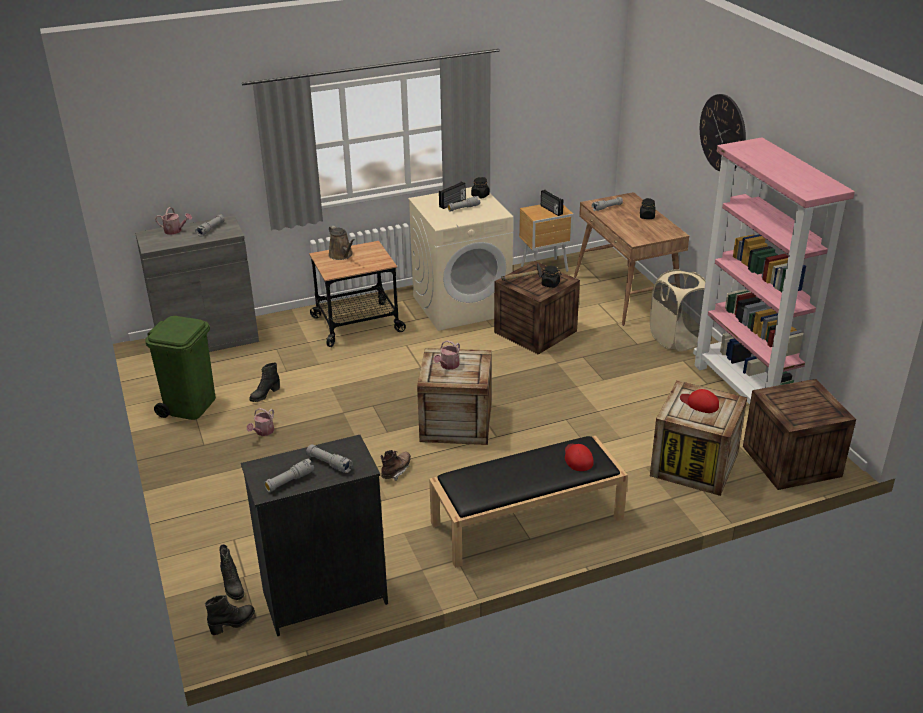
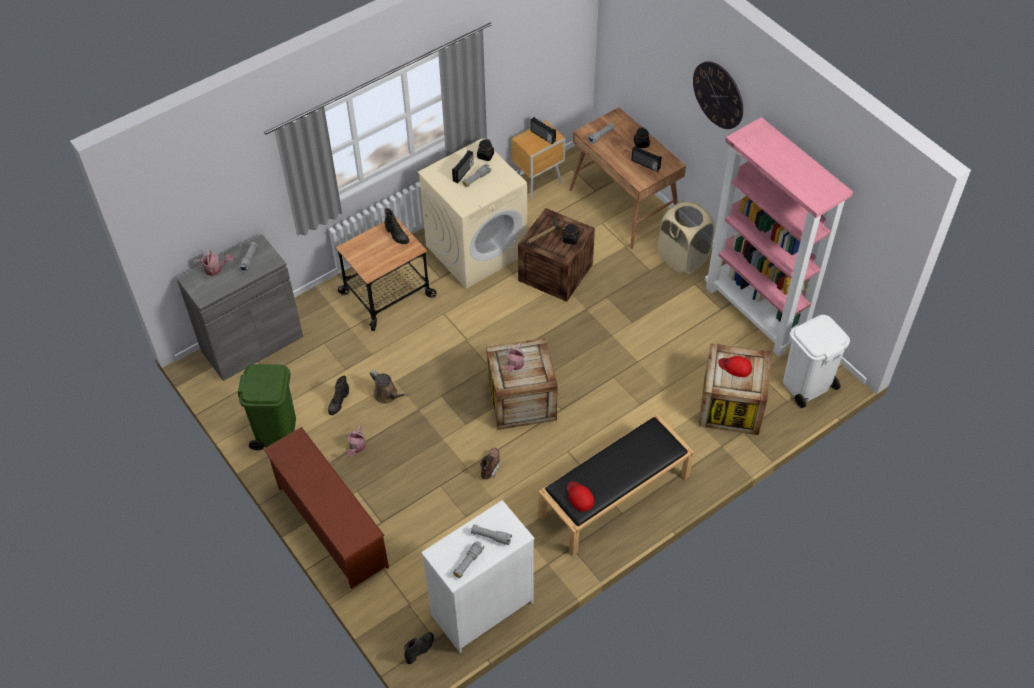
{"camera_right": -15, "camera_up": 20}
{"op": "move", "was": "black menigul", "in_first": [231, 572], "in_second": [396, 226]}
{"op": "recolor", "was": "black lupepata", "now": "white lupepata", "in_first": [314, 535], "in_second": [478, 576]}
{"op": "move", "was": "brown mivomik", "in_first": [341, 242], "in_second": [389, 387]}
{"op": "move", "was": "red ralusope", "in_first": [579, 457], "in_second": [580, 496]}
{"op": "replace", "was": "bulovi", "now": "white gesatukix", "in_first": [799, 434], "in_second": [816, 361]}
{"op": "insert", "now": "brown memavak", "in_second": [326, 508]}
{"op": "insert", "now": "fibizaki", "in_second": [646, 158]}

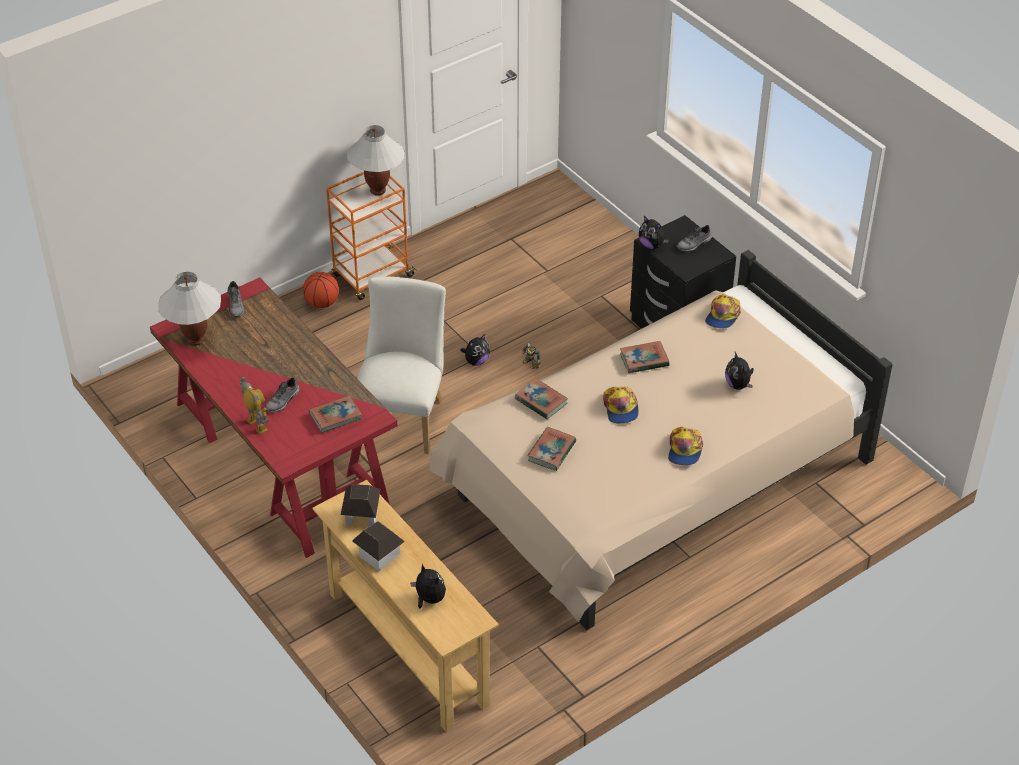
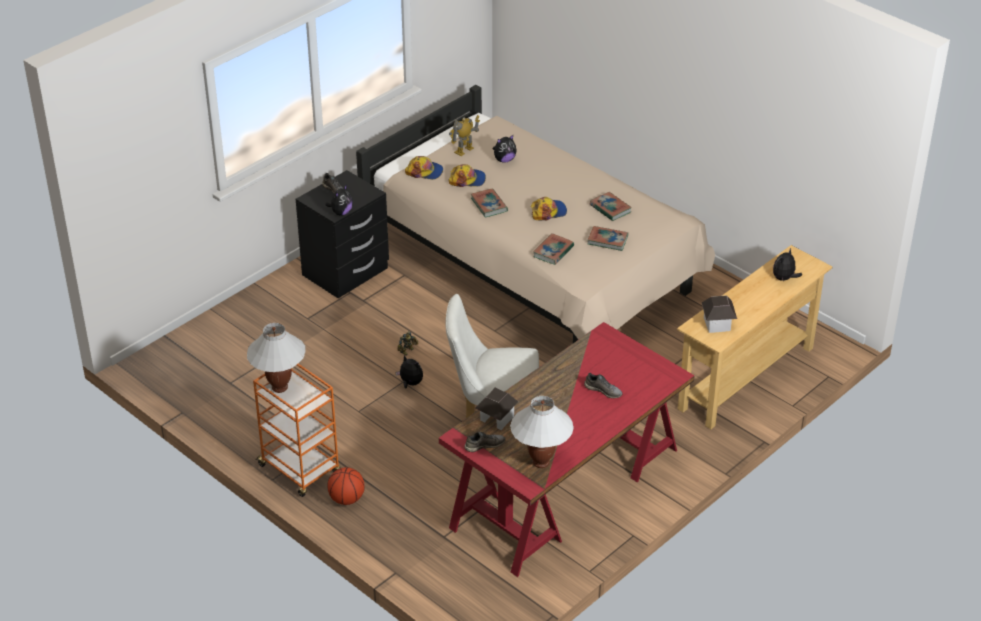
{"camera_right": -100, "camera_up": -5}
{"op": "move", "was": "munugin", "in_first": [254, 405], "in_second": [464, 135]}
{"op": "move", "was": "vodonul", "in_first": [335, 414], "in_second": [611, 206]}
{"op": "move", "was": "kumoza", "in_first": [378, 546], "in_second": [497, 409]}
{"op": "move", "was": "ralusope", "in_first": [685, 446], "in_second": [467, 175]}

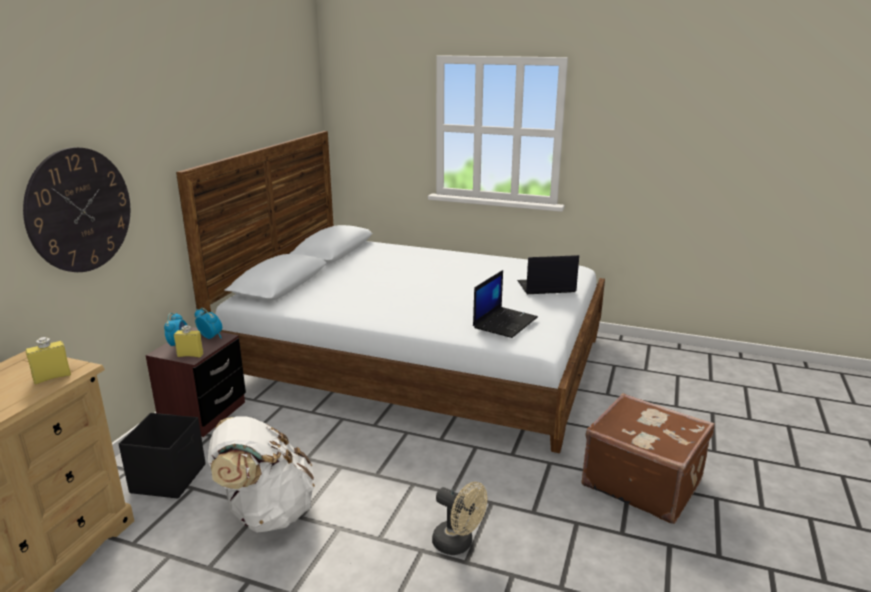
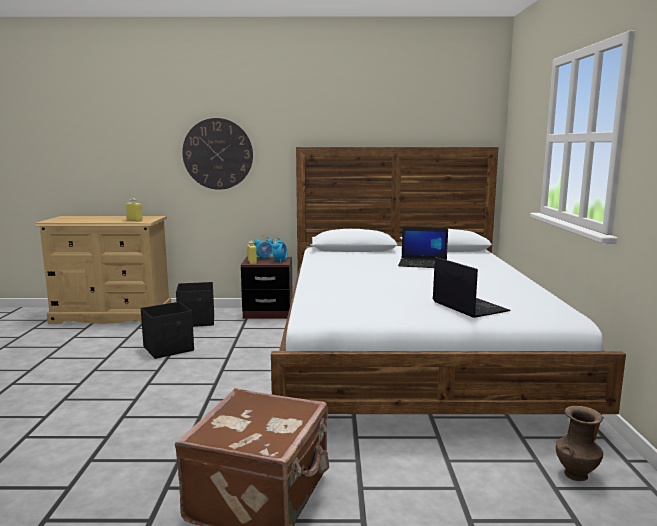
{"camera_right": 70, "camera_up": -10}
{"op": "replace", "was": "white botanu", "now": "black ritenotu", "in_first": [261, 474], "in_second": [167, 330]}
{"op": "delete", "was": "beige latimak", "in_first": [459, 518]}
{"op": "move", "was": "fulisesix", "in_first": [505, 304], "in_second": [423, 247]}
{"op": "insert", "now": "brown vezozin", "in_second": [579, 443]}

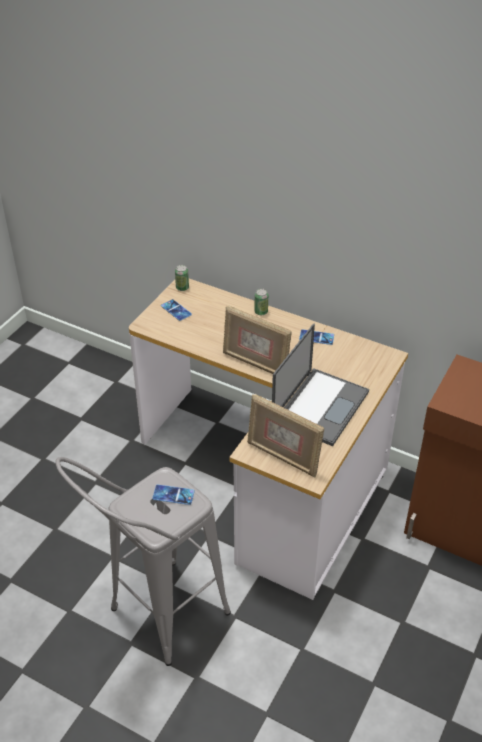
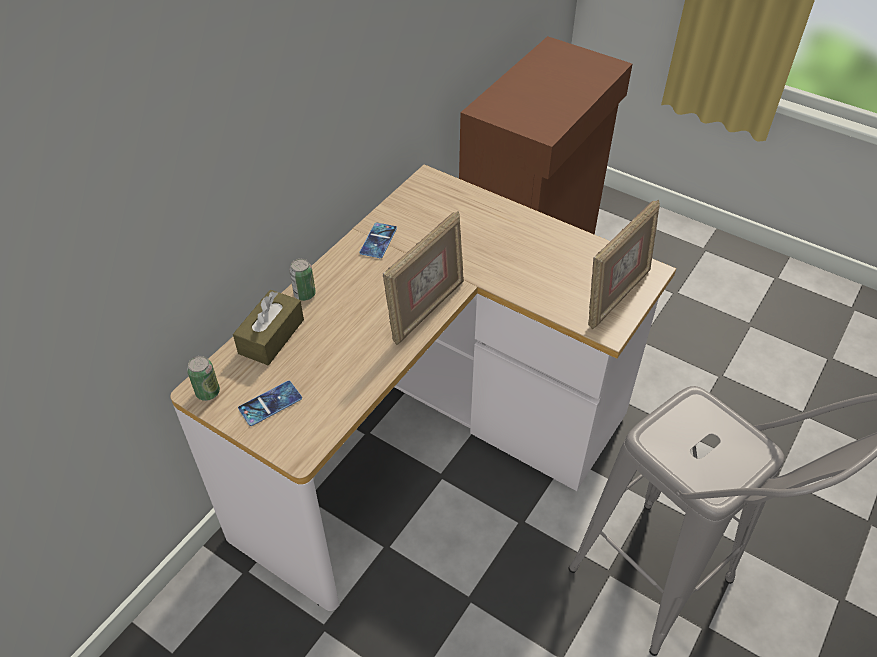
{"camera_right": -85, "camera_up": 5}
{"op": "delete", "was": "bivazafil", "in_first": [173, 495]}
{"op": "delete", "was": "fulisesix", "in_first": [320, 384]}
{"op": "insert", "now": "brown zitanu", "in_second": [268, 327]}

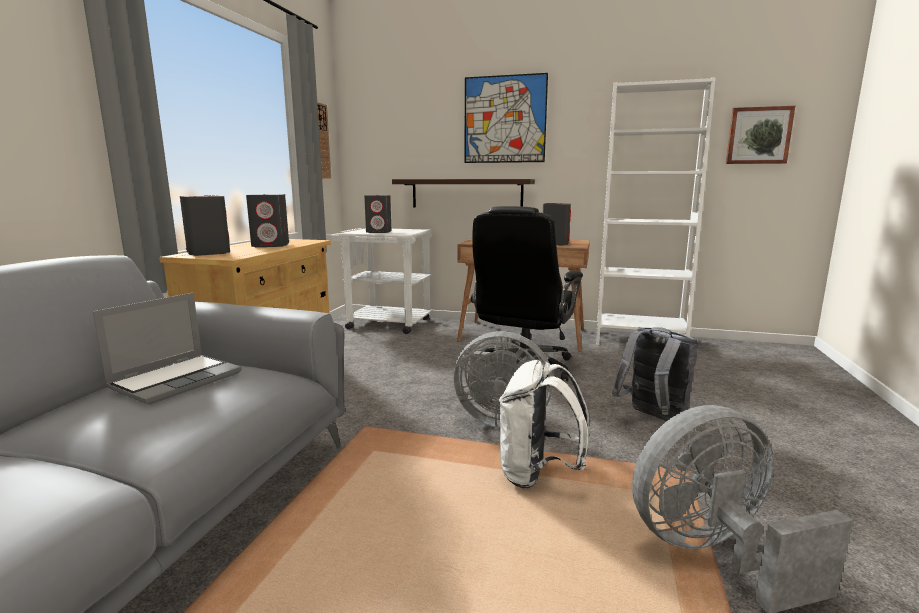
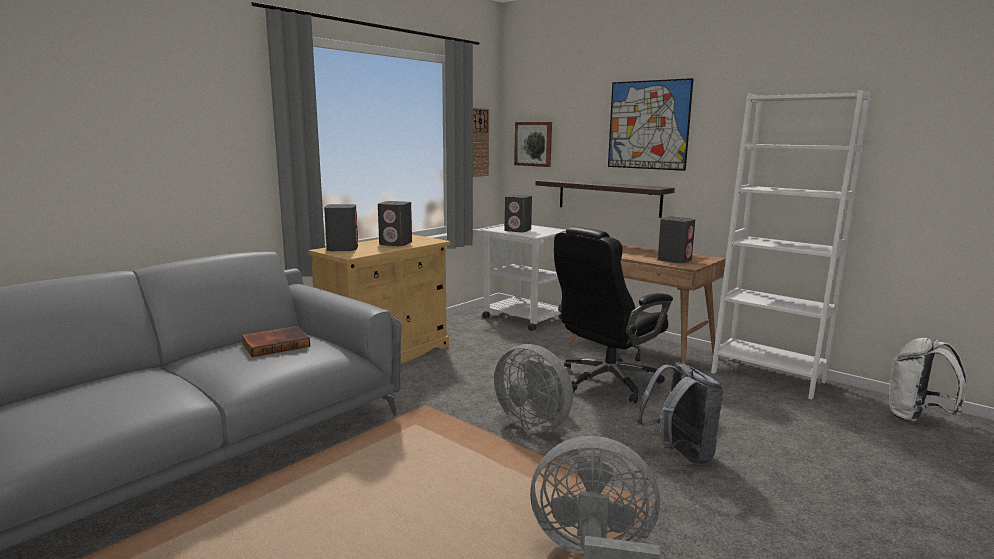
{"camera_right": 25, "camera_up": 0}
{"op": "replace", "was": "fulisesix", "now": "vodonul", "in_first": [167, 348], "in_second": [276, 341]}
{"op": "move", "was": "white botanu", "in_first": [544, 424], "in_second": [928, 380]}
{"op": "move", "was": "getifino", "in_first": [760, 135], "in_second": [533, 144]}

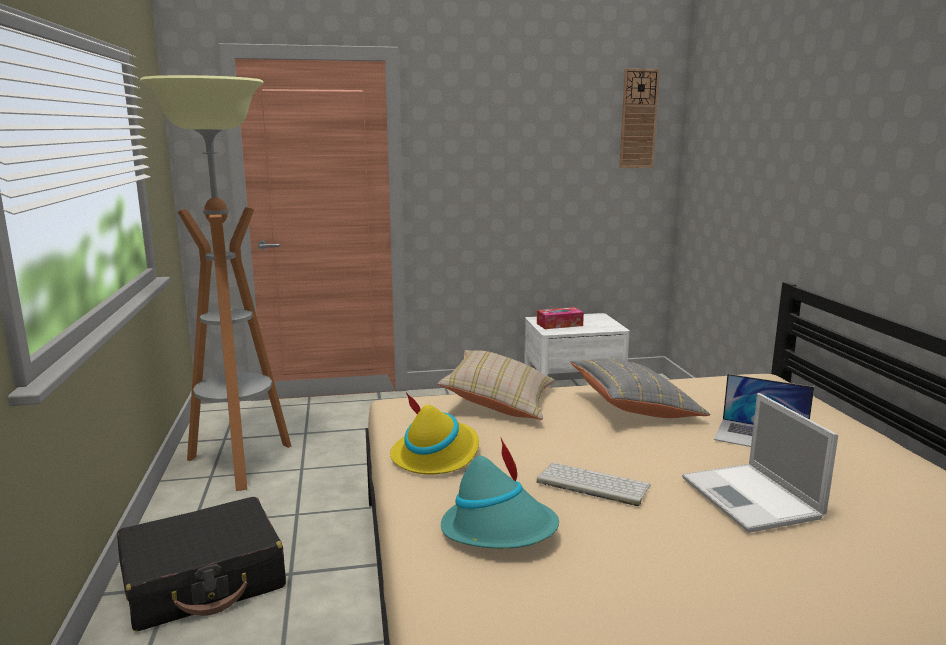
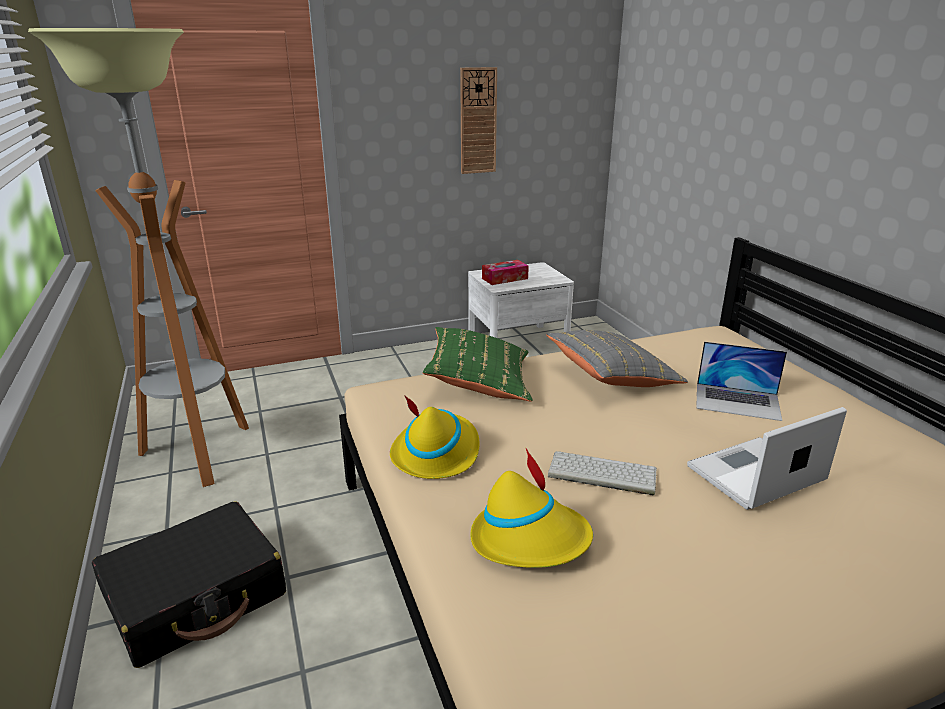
{"camera_right": -10, "camera_up": 10}
{"op": "recolor", "was": "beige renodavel", "now": "green renodavel", "in_first": [496, 385], "in_second": [477, 364]}
{"op": "recolor", "was": "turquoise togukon", "now": "yellow togukon", "in_first": [500, 493], "in_second": [531, 508]}
{"op": "move", "was": "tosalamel", "in_first": [639, 118], "in_second": [478, 120]}
{"op": "rotate", "was": "fulisesix", "in_first": [760, 463], "in_second": [767, 458], "clockwise": 90}

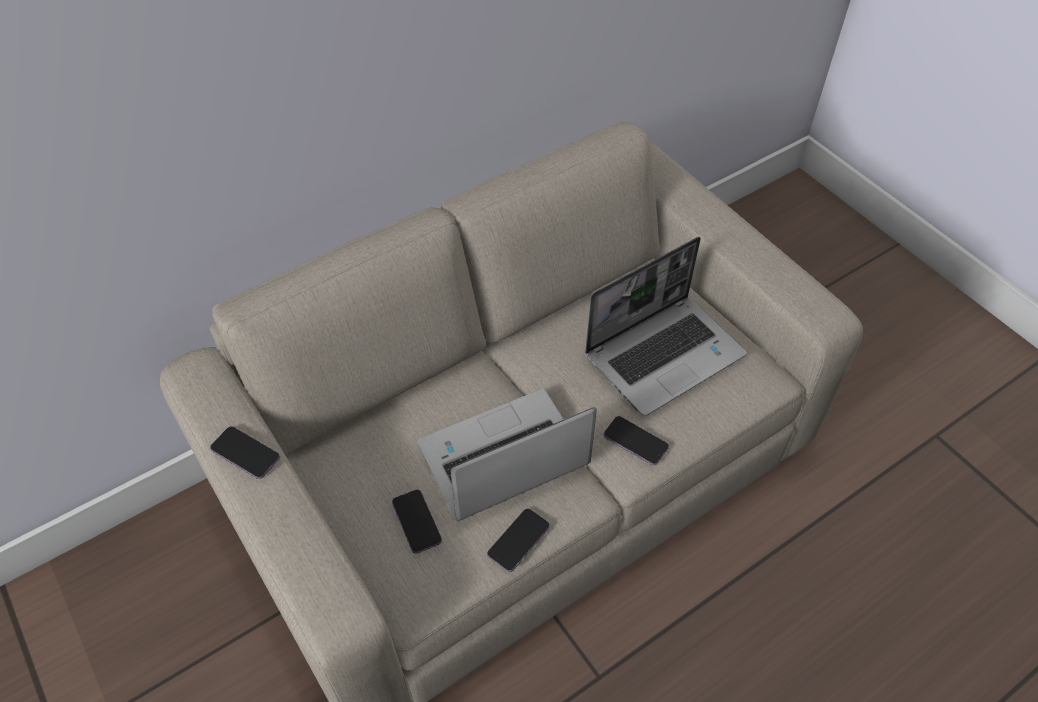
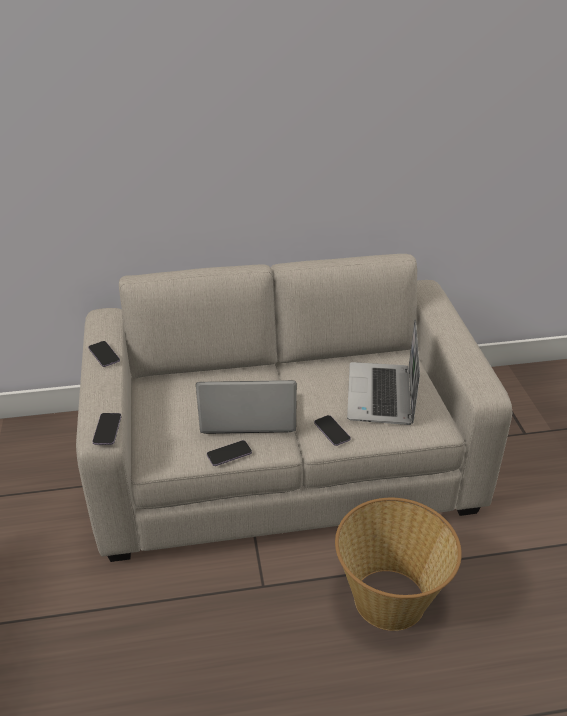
{"camera_right": 25, "camera_up": -15}
{"op": "move", "was": "bivazafil", "in_first": [417, 521], "in_second": [107, 429]}
{"op": "rotate", "was": "fulisesix", "in_first": [666, 326], "in_second": [383, 372], "clockwise": 105}
{"op": "insert", "now": "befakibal", "in_second": [398, 564]}

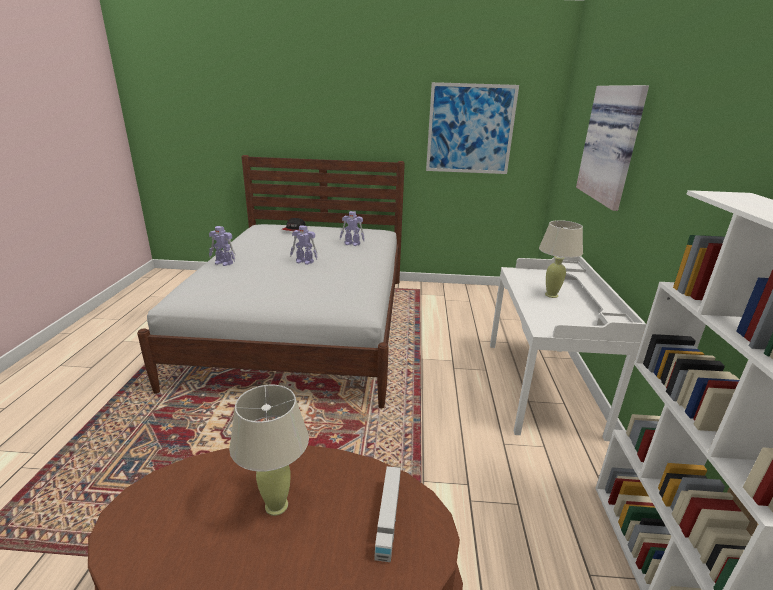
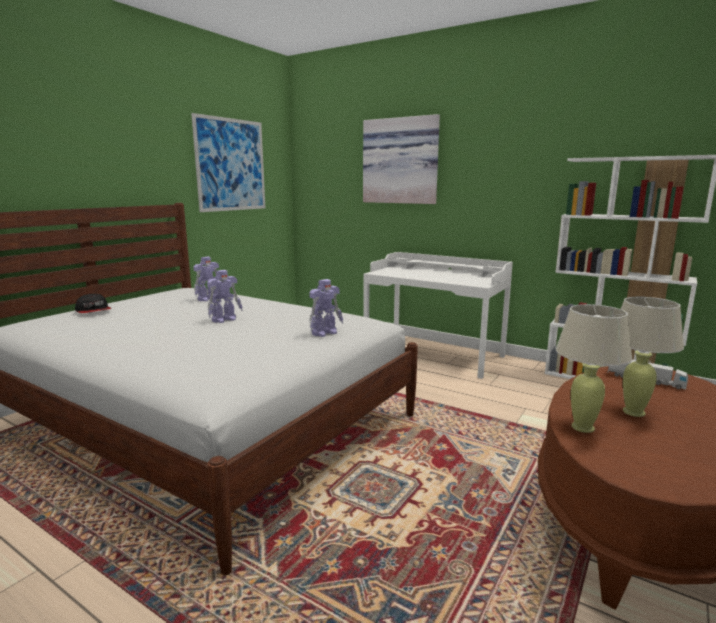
{"camera_right": -60, "camera_up": -10}
{"op": "move", "was": "munugin", "in_first": [222, 246], "in_second": [326, 308]}
{"op": "move", "was": "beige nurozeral", "in_first": [561, 259], "in_second": [593, 368]}

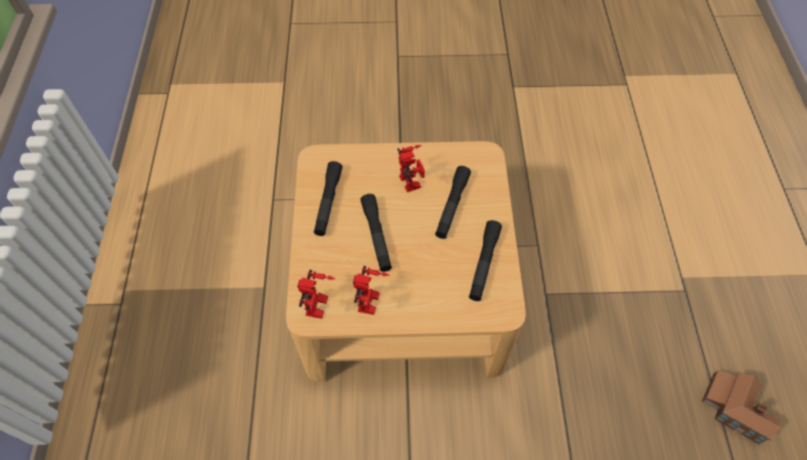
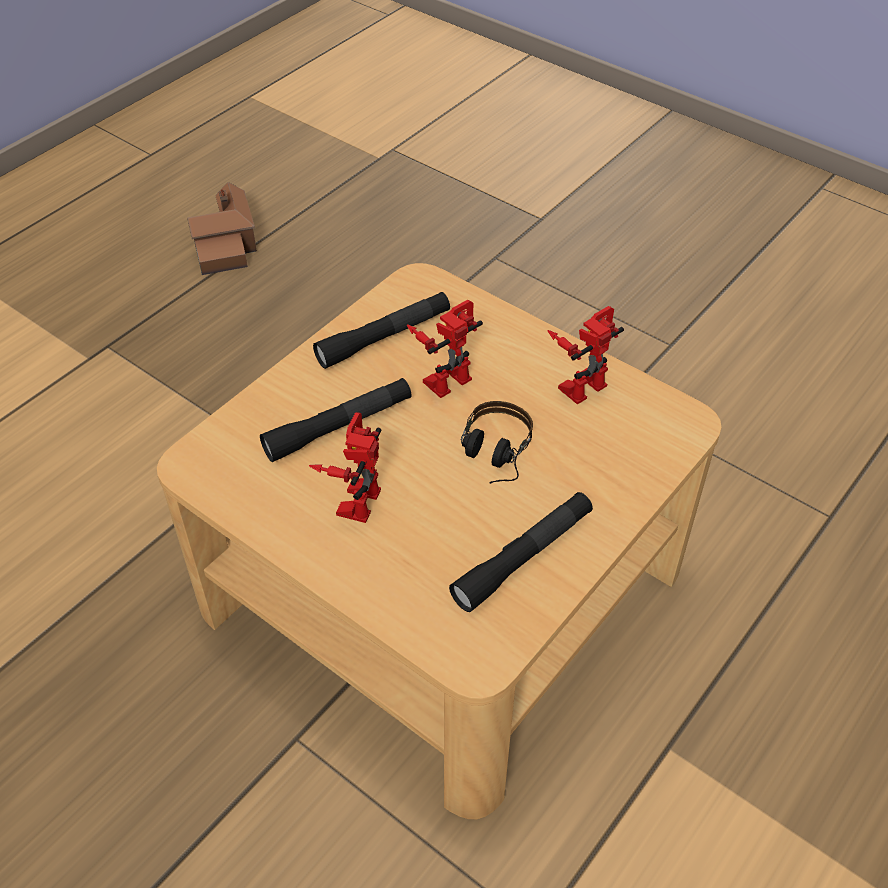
{"camera_right": -140, "camera_up": -10}
{"op": "move", "was": "munugin", "in_first": [316, 294], "in_second": [445, 349]}
{"op": "replace", "was": "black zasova", "now": "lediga", "in_first": [376, 233], "in_second": [497, 442]}

